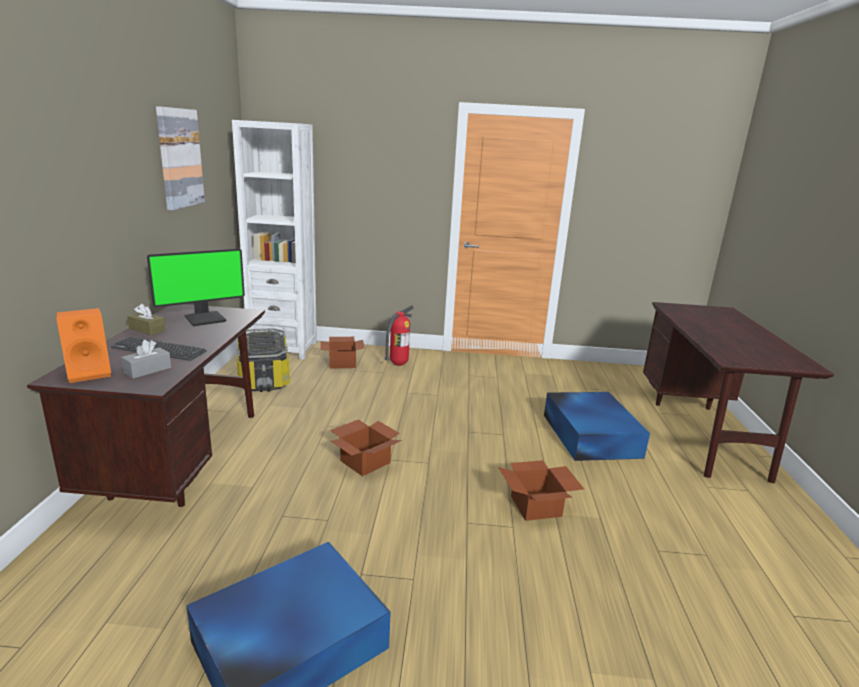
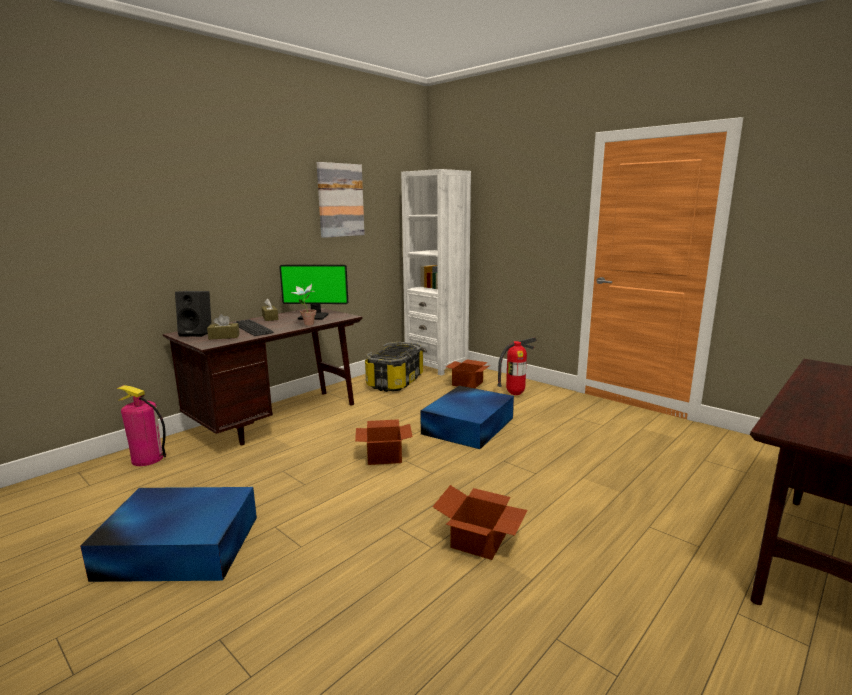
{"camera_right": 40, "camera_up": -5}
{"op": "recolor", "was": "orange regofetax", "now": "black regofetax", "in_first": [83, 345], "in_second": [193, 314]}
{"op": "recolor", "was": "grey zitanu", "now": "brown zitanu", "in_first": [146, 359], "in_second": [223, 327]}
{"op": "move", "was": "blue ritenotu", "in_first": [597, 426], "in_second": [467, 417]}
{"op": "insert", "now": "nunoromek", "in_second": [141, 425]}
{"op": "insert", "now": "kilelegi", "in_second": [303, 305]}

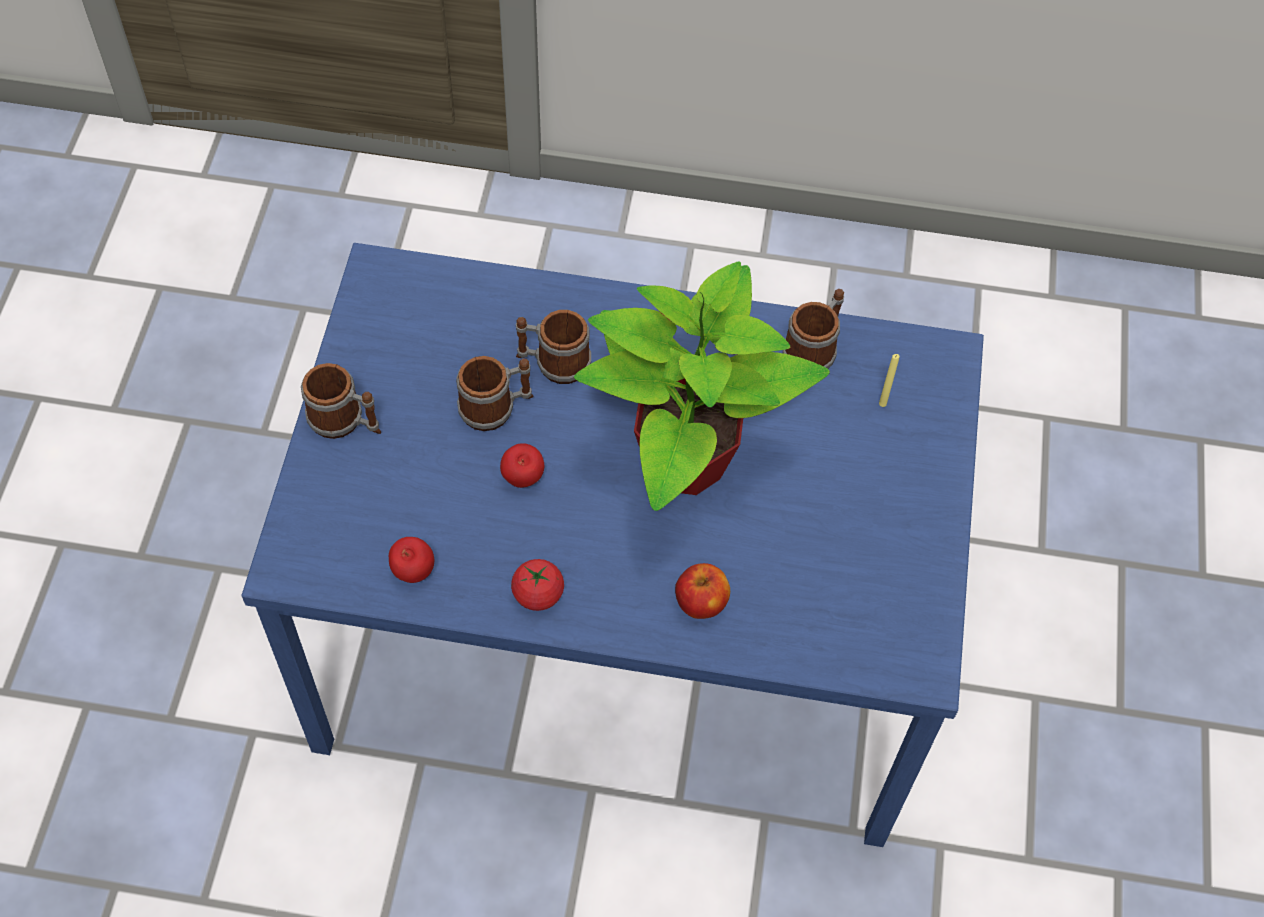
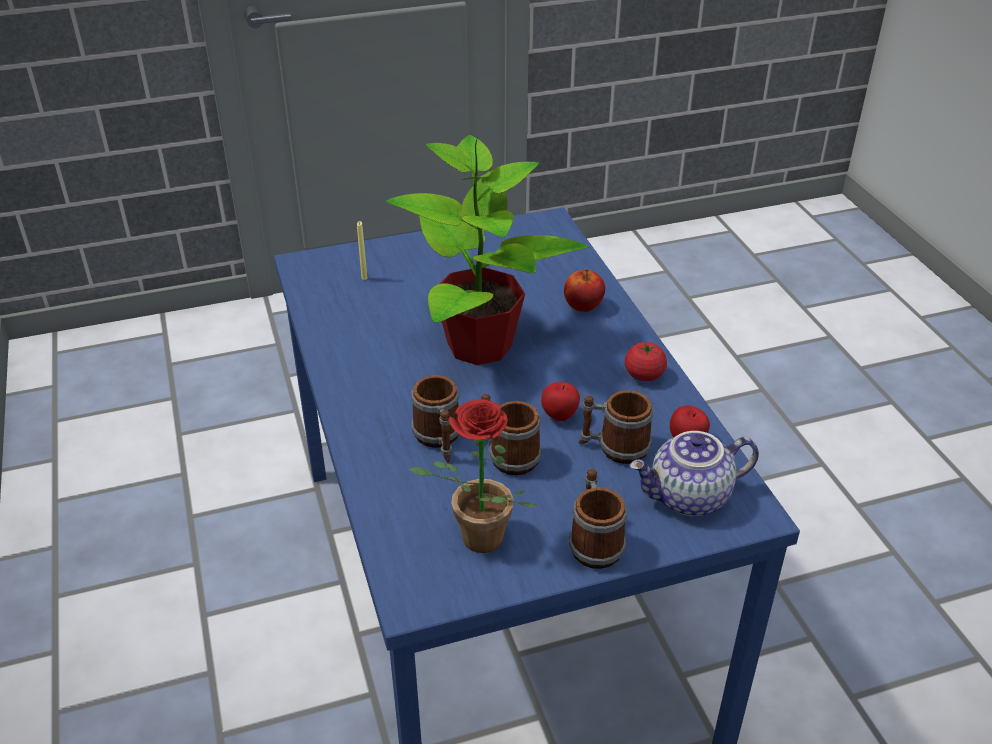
{"camera_right": -115, "camera_up": -20}
{"op": "move", "was": "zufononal", "in_first": [813, 329], "in_second": [616, 427]}
{"op": "insert", "now": "kilelegi", "in_second": [473, 476]}
{"op": "insert", "now": "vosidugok", "in_second": [694, 473]}

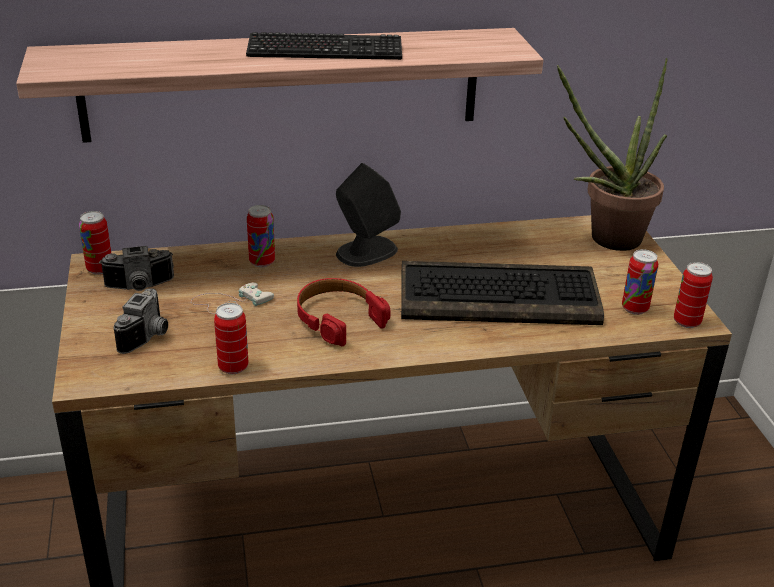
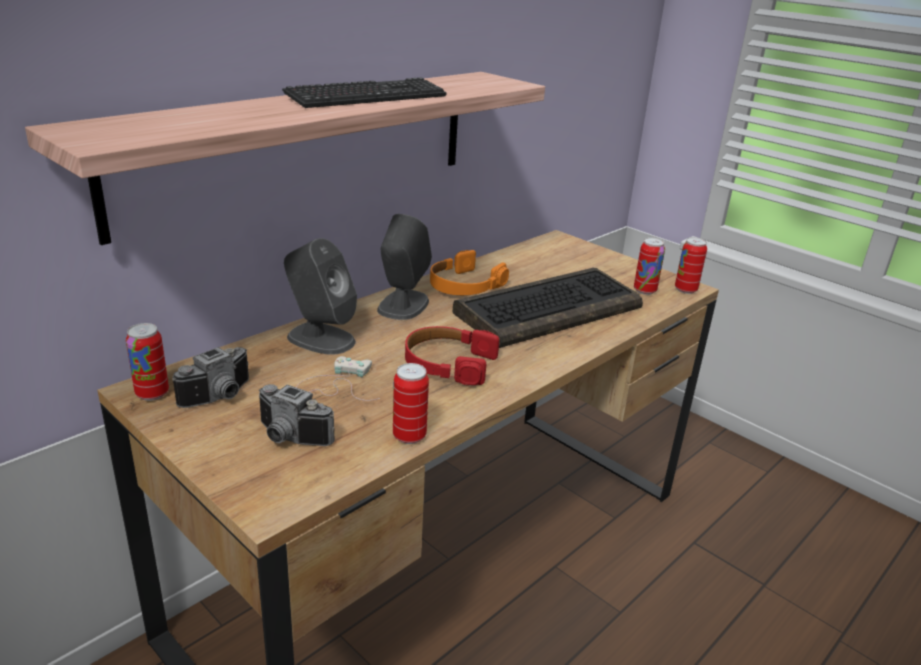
{"camera_right": -35, "camera_up": -5}
{"op": "rotate", "was": "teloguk", "in_first": [141, 321], "in_second": [297, 415], "clockwise": 135}
{"op": "replace", "was": "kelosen", "now": "grey regofetax", "in_first": [261, 236], "in_second": [320, 296]}
{"op": "delete", "was": "kilelegi", "in_first": [612, 154]}
{"op": "insert", "now": "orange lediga", "in_second": [469, 272]}

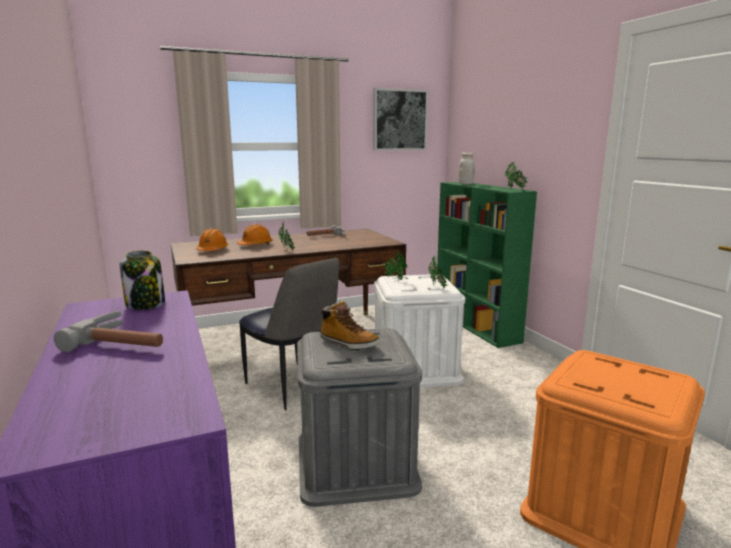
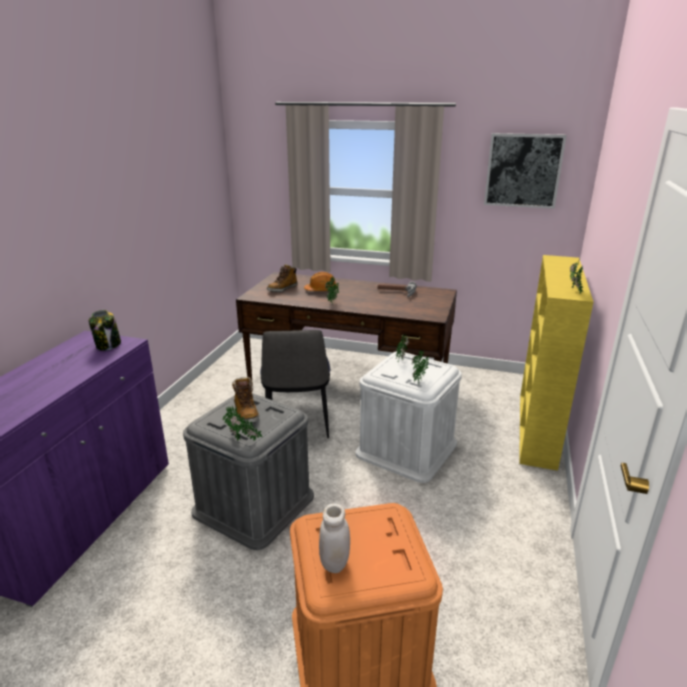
{"camera_right": 40, "camera_up": 10}
{"op": "delete", "was": "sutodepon", "in_first": [108, 331]}
{"op": "replace", "was": "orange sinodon", "now": "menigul", "in_first": [212, 240], "in_second": [282, 278]}
{"op": "recolor", "was": "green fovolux", "now": "yellow fovolux", "in_first": [487, 265], "in_second": [556, 363]}
{"op": "move", "was": "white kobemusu", "in_first": [466, 168], "in_second": [334, 538]}
{"op": "insert", "now": "kilelegi", "in_second": [242, 423]}

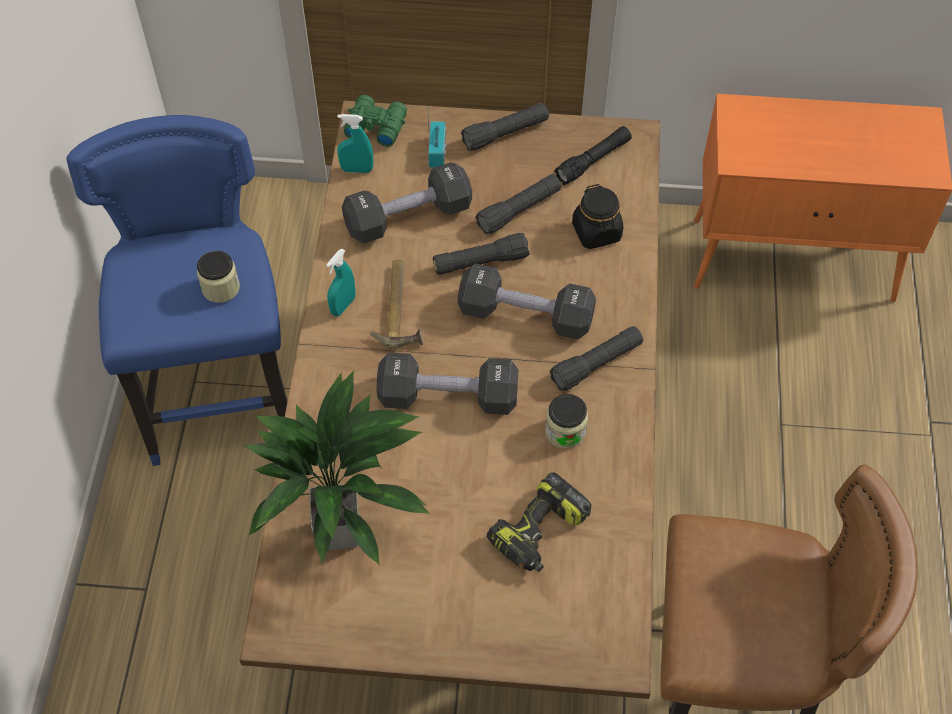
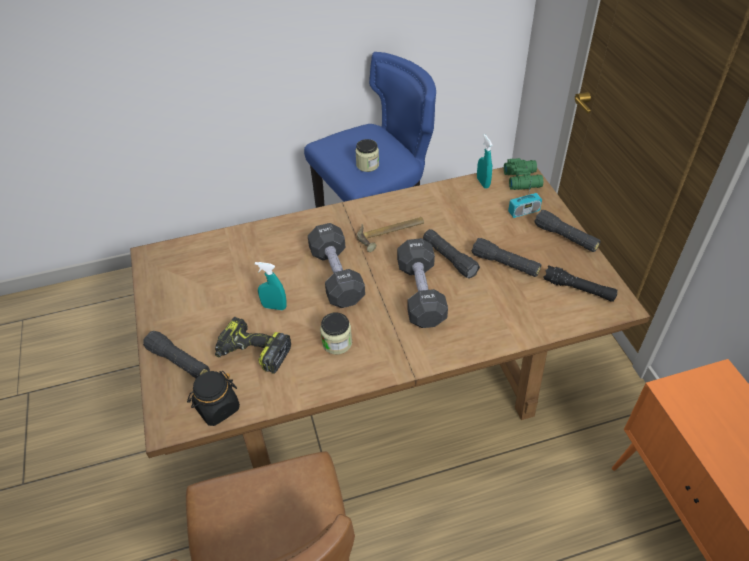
{"camera_right": 70, "camera_up": -10}
{"op": "delete", "was": "kilelegi", "in_first": [336, 468]}
{"op": "move", "was": "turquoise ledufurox", "in_first": [340, 282], "in_second": [271, 286]}
{"op": "delete", "was": "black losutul", "in_first": [407, 203]}
{"op": "move", "was": "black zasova", "in_first": [596, 358], "in_second": [176, 354]}
{"op": "move", "was": "black kobemusu", "in_first": [597, 216], "in_second": [213, 398]}

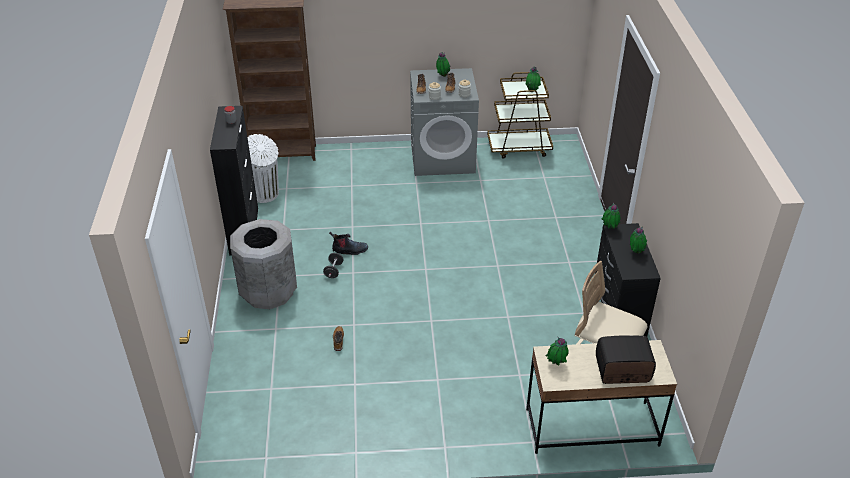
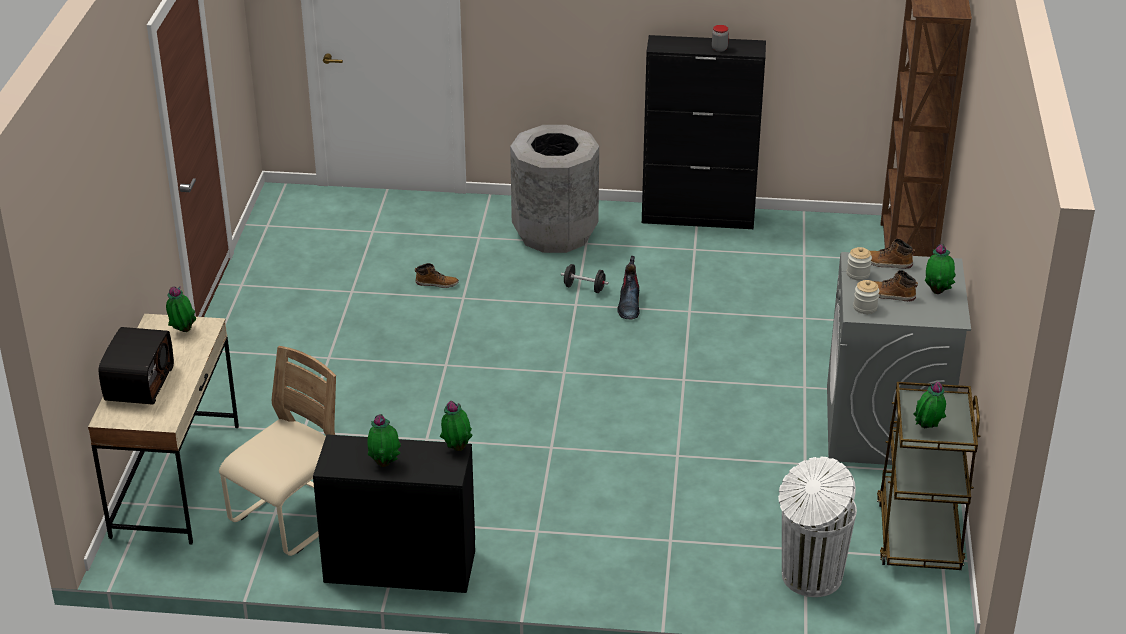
{"camera_right": 100, "camera_up": -5}
{"op": "move", "was": "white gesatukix", "in_first": [263, 168], "in_second": [817, 527]}

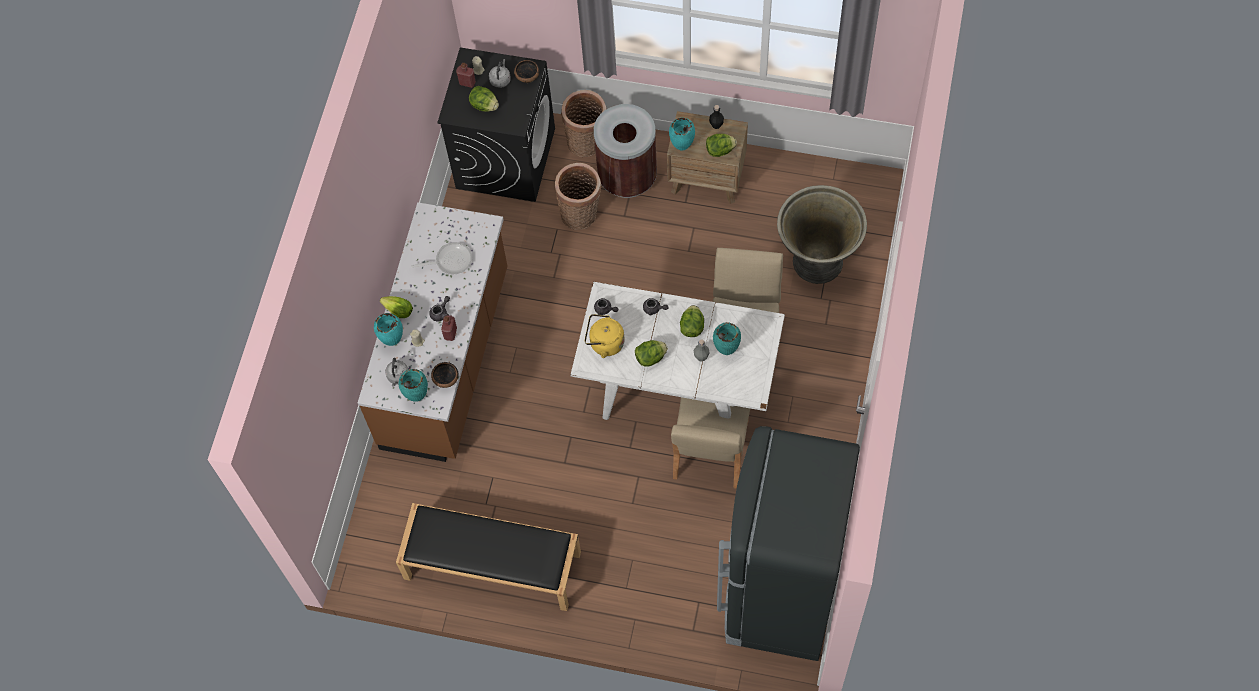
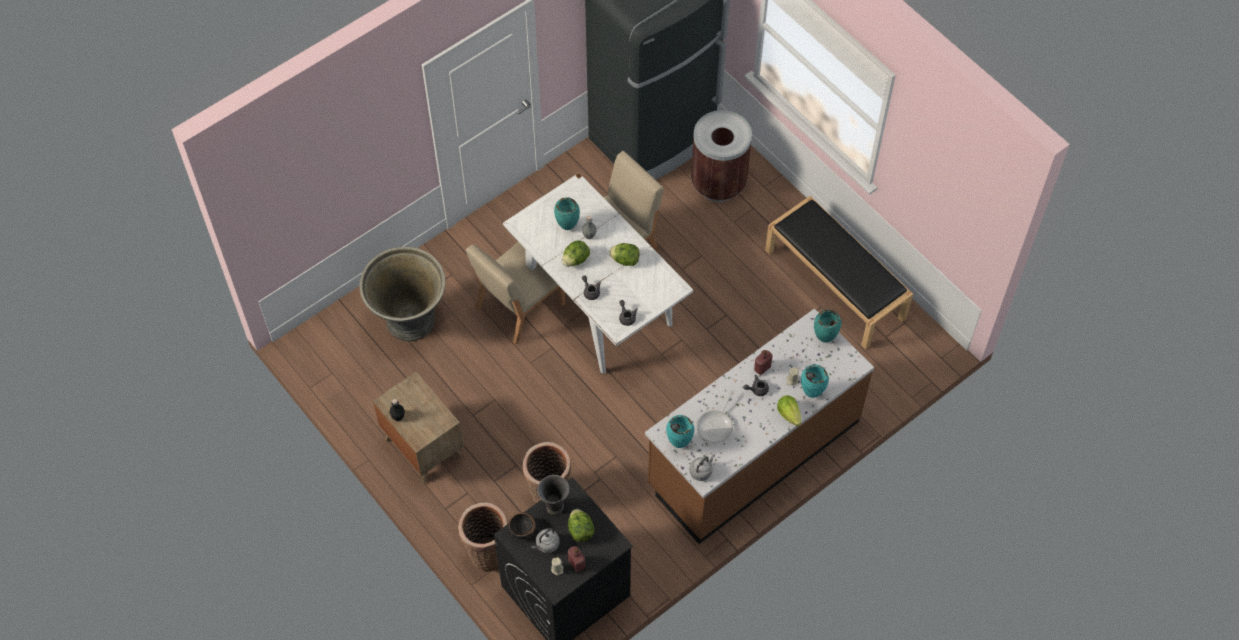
{"camera_right": -145, "camera_up": -5}
{"op": "move", "was": "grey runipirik", "in_first": [396, 372], "in_second": [702, 467]}
{"op": "rotate", "was": "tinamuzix", "in_first": [441, 258], "in_second": [715, 416], "clockwise": -90}
{"op": "delete", "was": "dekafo", "in_first": [445, 375]}
{"op": "delete", "was": "yellow runipirik", "in_first": [605, 336]}
{"op": "move", "was": "brown gesatukix", "in_first": [625, 151], "in_second": [721, 156]}
{"op": "move", "was": "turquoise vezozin", "in_first": [682, 134], "in_second": [680, 431]}
{"op": "delete", "was": "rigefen", "in_first": [721, 145]}
{"op": "insert", "now": "grey vezozin", "in_second": [553, 495]}

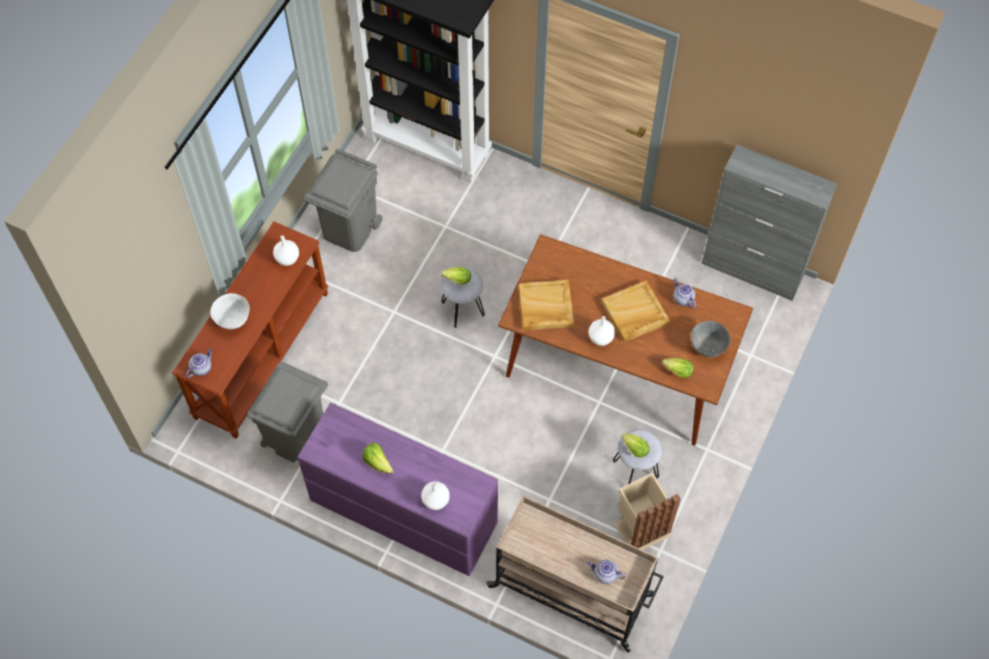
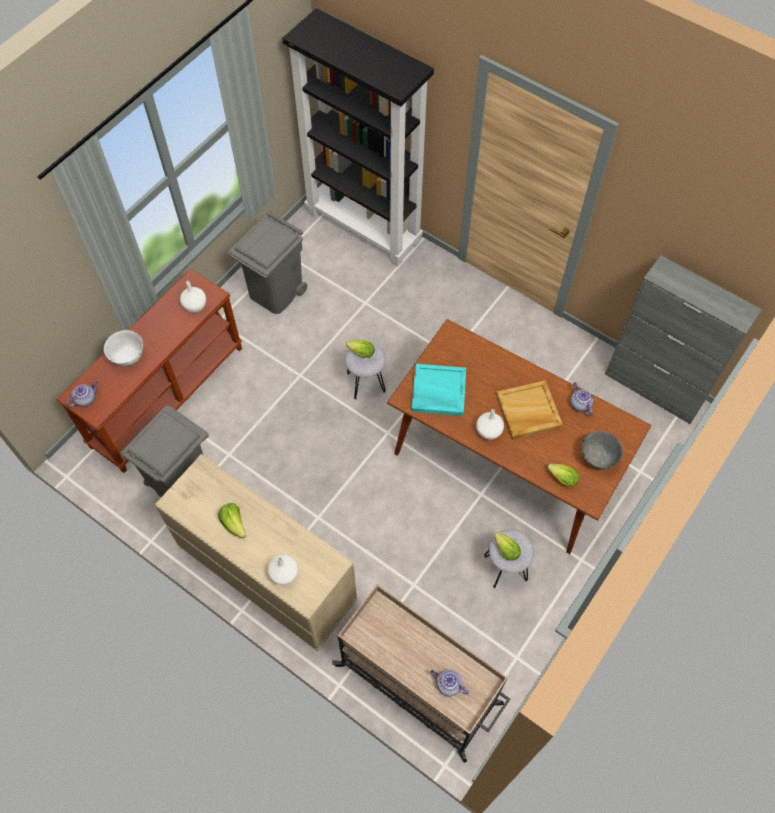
{"camera_right": 10, "camera_up": 0}
{"op": "recolor", "was": "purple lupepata", "now": "beige lupepata", "in_first": [398, 489], "in_second": [256, 552]}
{"op": "recolor", "was": "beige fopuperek", "now": "turquoise fopuperek", "in_first": [546, 305], "in_second": [438, 390]}
{"op": "delete", "was": "beige gesatukix", "in_first": [647, 511]}

